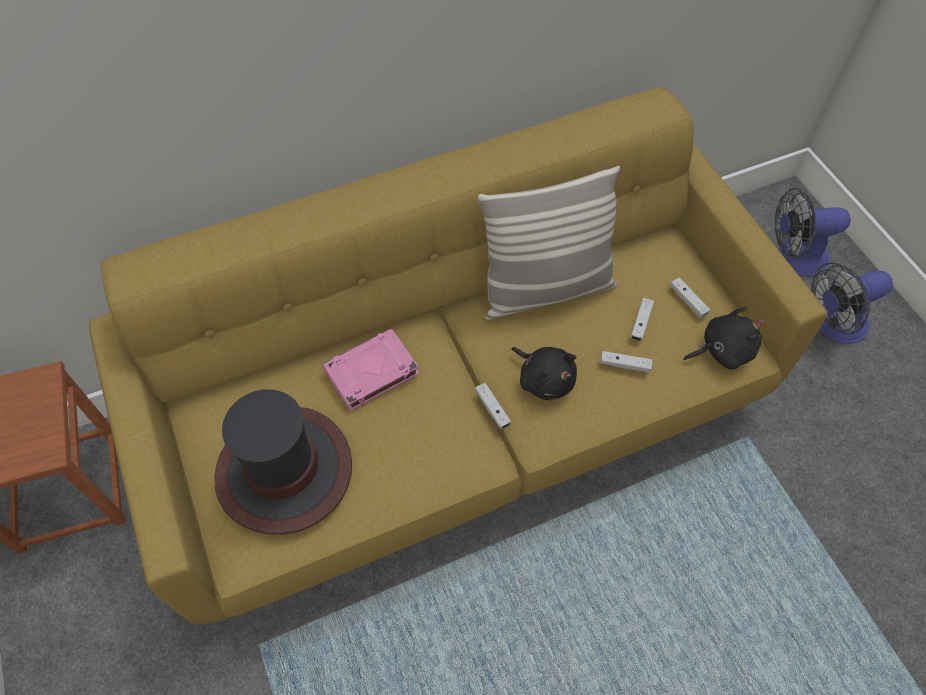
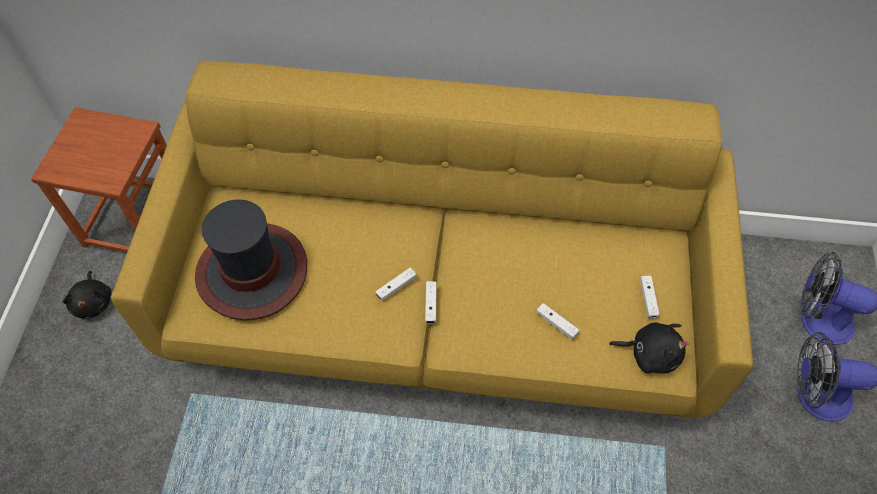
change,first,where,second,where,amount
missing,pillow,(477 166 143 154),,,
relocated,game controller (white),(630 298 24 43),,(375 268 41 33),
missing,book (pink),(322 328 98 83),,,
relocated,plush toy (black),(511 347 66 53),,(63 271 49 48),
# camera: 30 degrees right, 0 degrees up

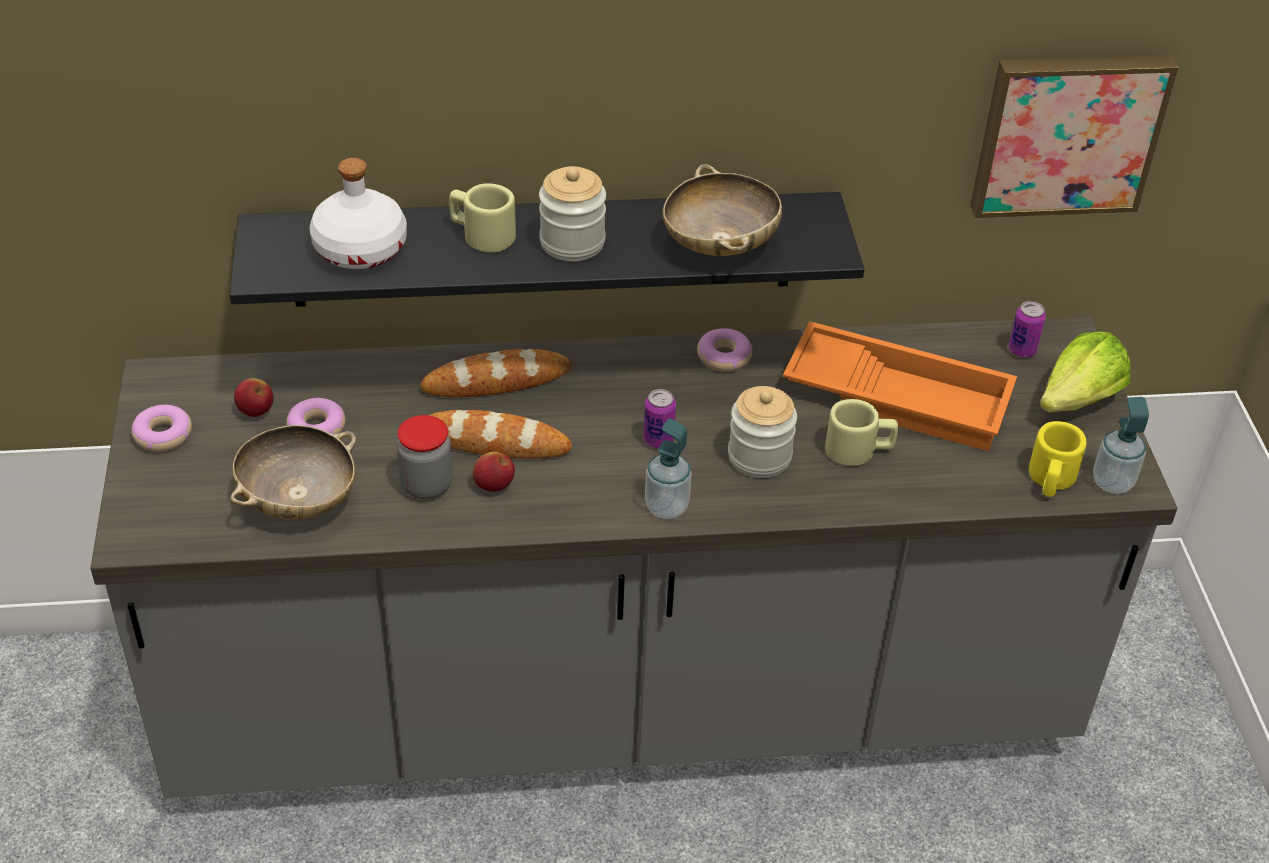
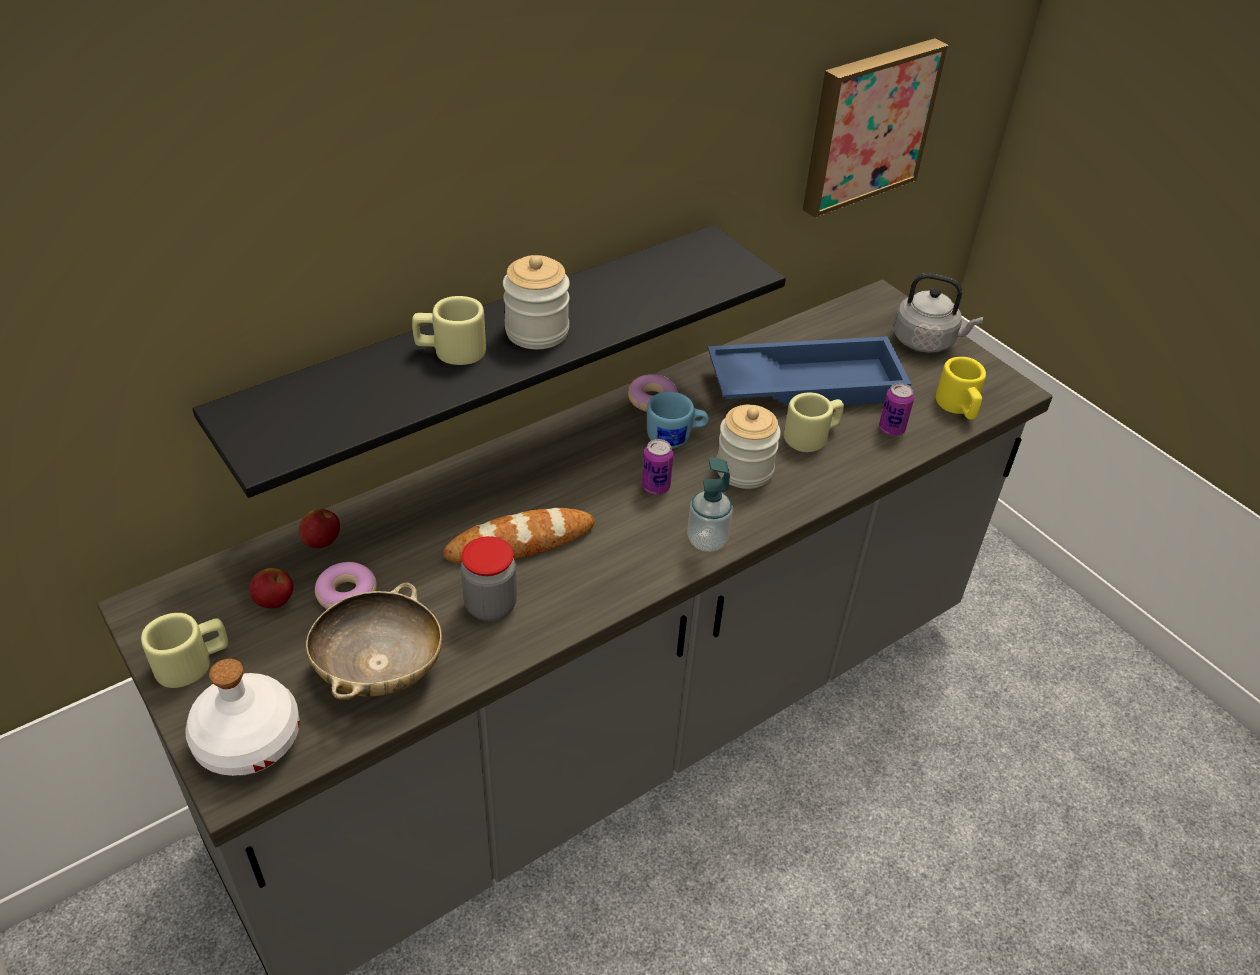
change,first,where,second,where,amount
relocated,bottle (white),(310 158 97 111),,(185 658 115 118),
missing,bowl (beige),(662 164 120 92),,,
relocated,can,(1008 301 38 57),,(879 383 35 53),
colour,tray (orange),(783 321 234 130),tray (blue),(708 336 203 70),
exchanged,lettuce,(1040 331 90 81),kettle (grey),(894 273 89 80),
missing,bread,(420 349 152 48),,,
missing,soap dispenser,(1093 397 56 97),,,
exchanged,donut,(131 405 61 47),mug (beige),(141 613 87 75),
relocated,apple,(473 452 42 40),,(299 509 41 39),
appeared,,,mug (blue),(647 392 62 57),
# camera: 30 degrees left, 0 degrees up

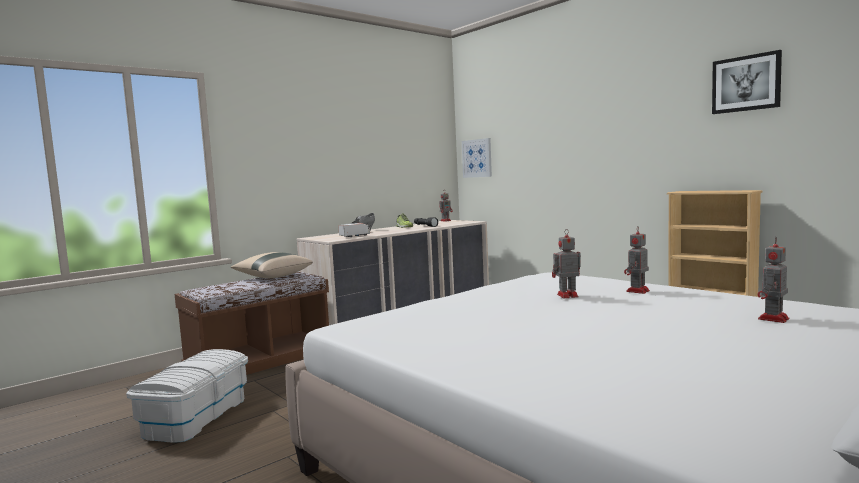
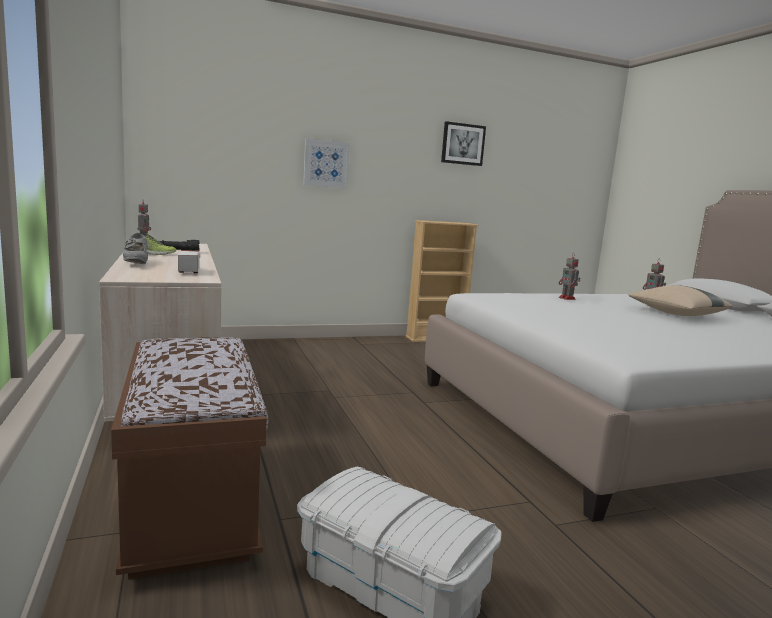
change,first,where,second,where,amount
relocated,picture,(462 138 30 40),,(303 138 47 51),
missing,toy robot,(552 231 29 67),,,
relocated,pillow (beige),(231 252 82 26),,(629 285 103 31),
# camera: 70 degrees left, 5 degrees up

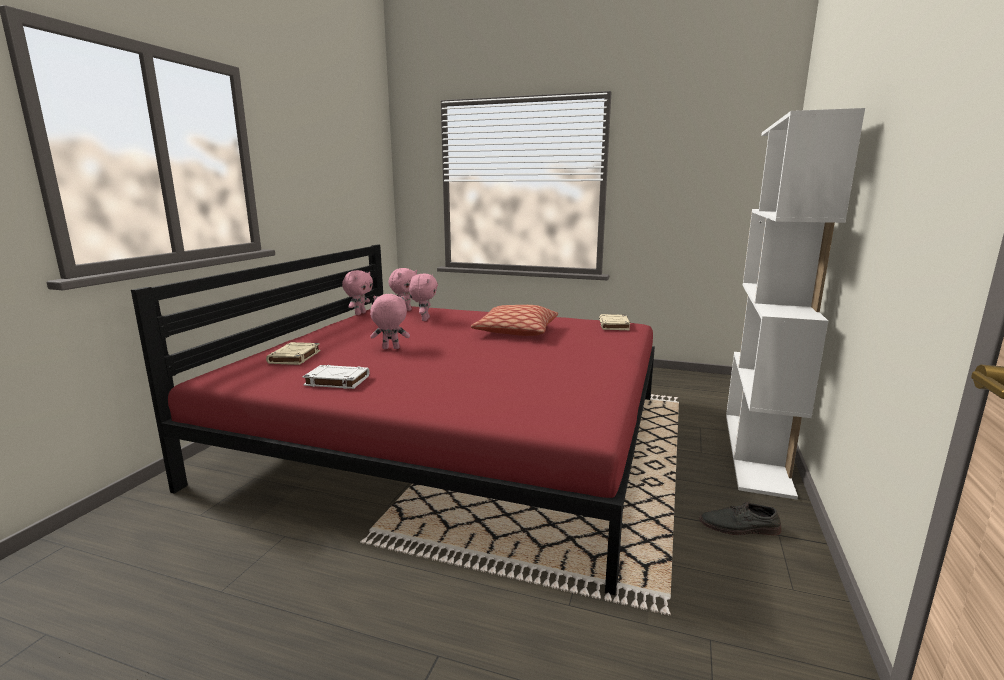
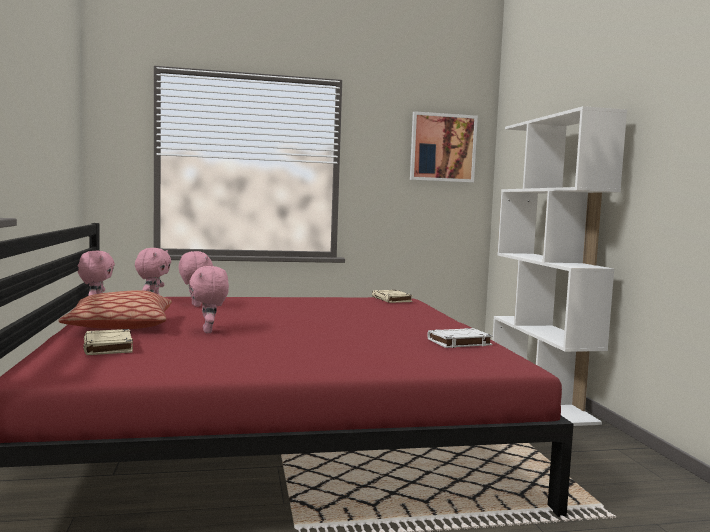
change,first,where,second,where,amount
spun,plush toy (pink),(370 294 40 55),,(189 266 40 67),75 degrees counterclockwise
relocated,pillow,(471 305 87 31),,(58 290 114 39),
relocated,book (white),(303 365 66 24),,(427 328 66 20),
missing,shoe (grey),(699 500 82 35),,,
appeared,,,picture,(410 111 68 72),
# camera: 30 degrees left, 10 degrees down

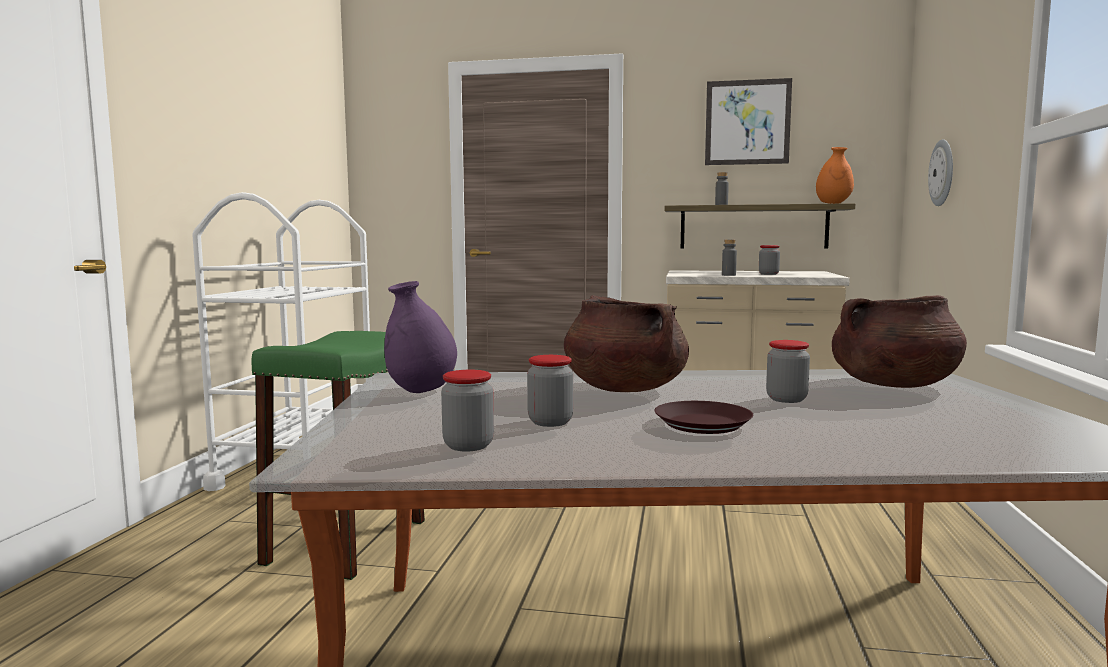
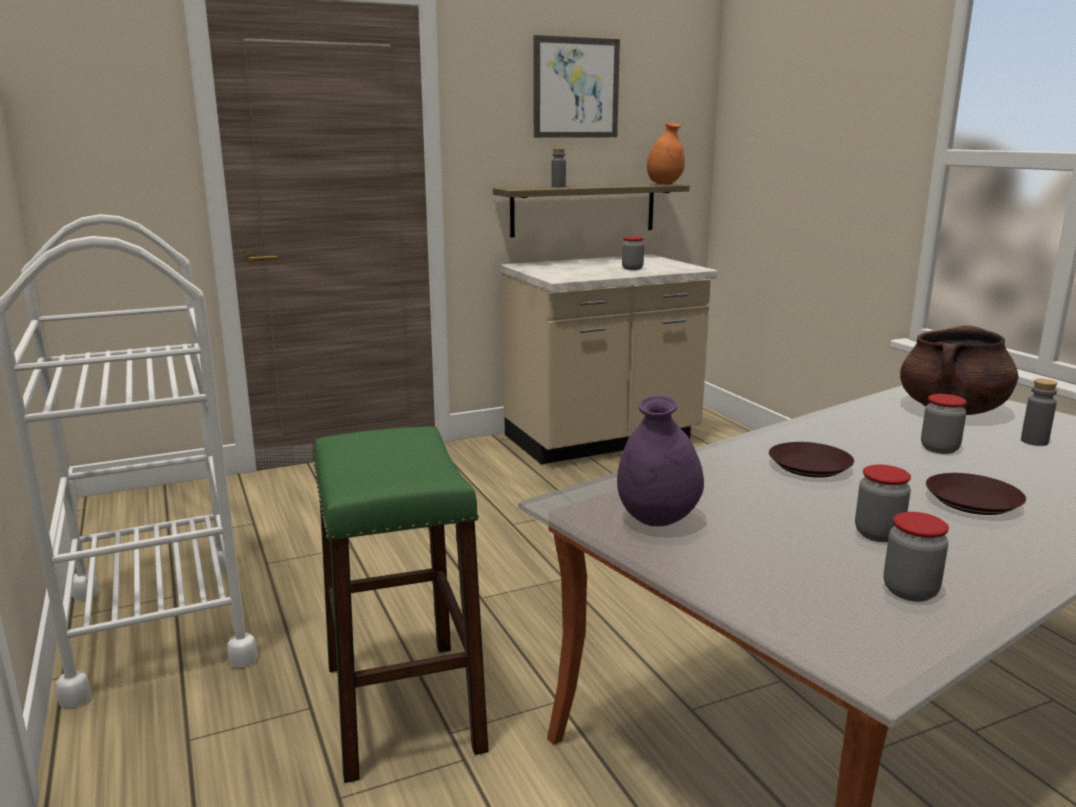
change,first,where,second,where,amount
missing,wall clock,(928 139 25 67),,,
relocated,bottle (grey),(722 239 15 37),,(1021 379 37 67),
exchanged,cooking pot (brown),(564 295 125 97),plate (brown),(769 442 85 36),
# camera: 35 degrees left, 10 degrees up

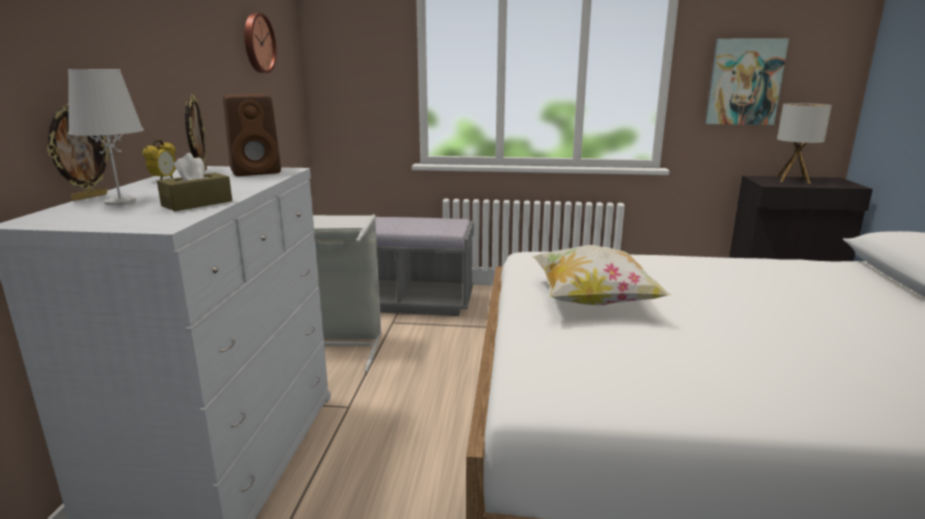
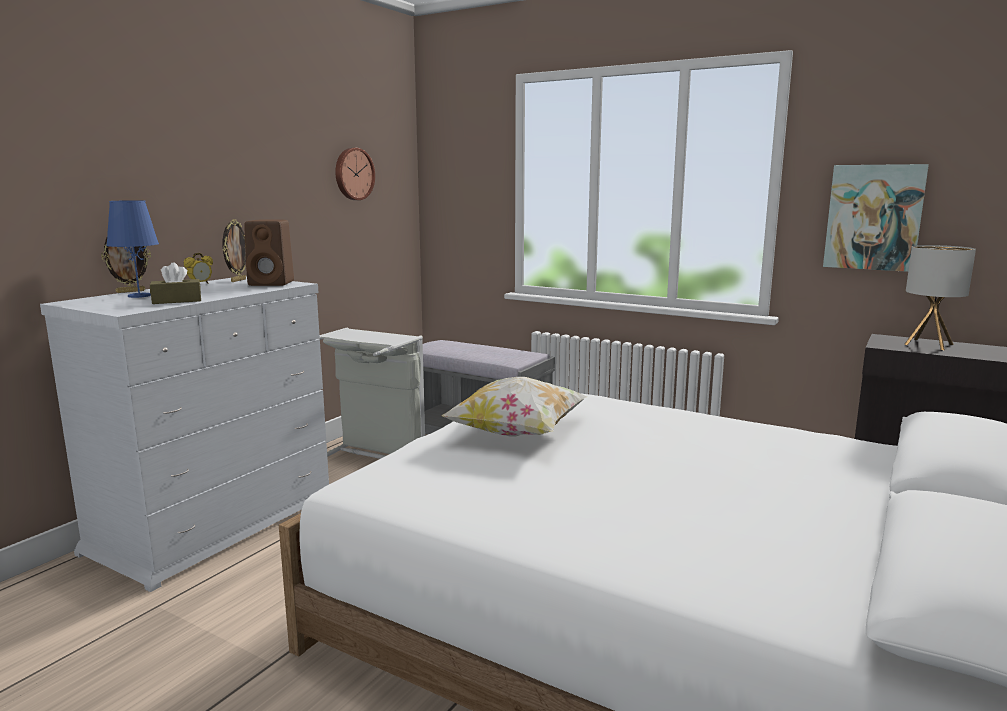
change,first,where,second,where,amount
colour,table lamp (white),(68 69 76 136),table lamp (blue),(106 200 53 98),
# camera: 25 degrees right, 5 degrees down

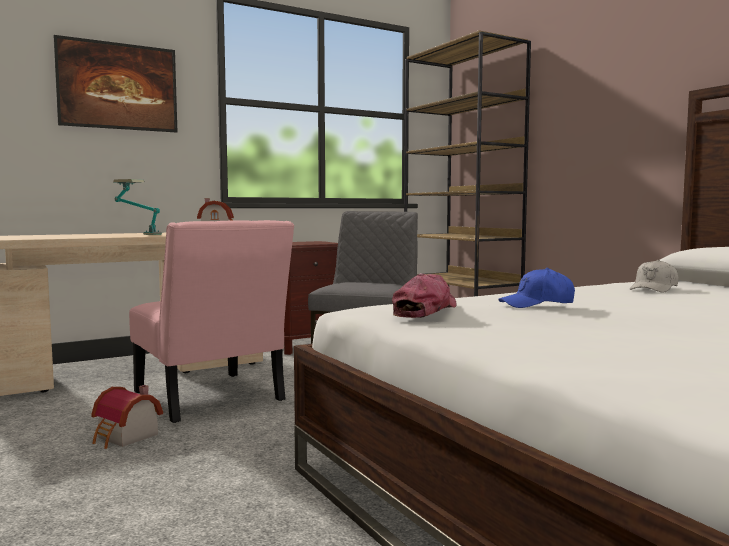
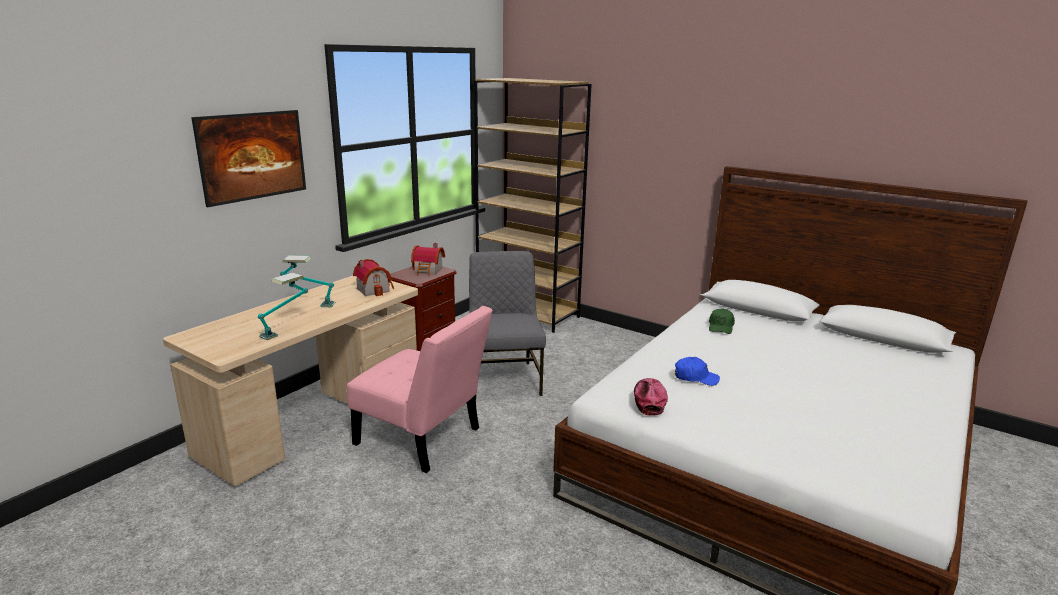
change,first,where,second,where,amount
colour,cap (white),(629 260 50 33),cap (green),(709 309 26 25),
spun,cap (blue),(498 268 77 40),,(675 357 45 29),135 degrees counterclockwise
relocated,toy house,(91 385 72 64),,(411 243 34 33),
appeared,,,table lamp,(258 272 50 68),
# camera: 25 degrees left, 15 degrees up

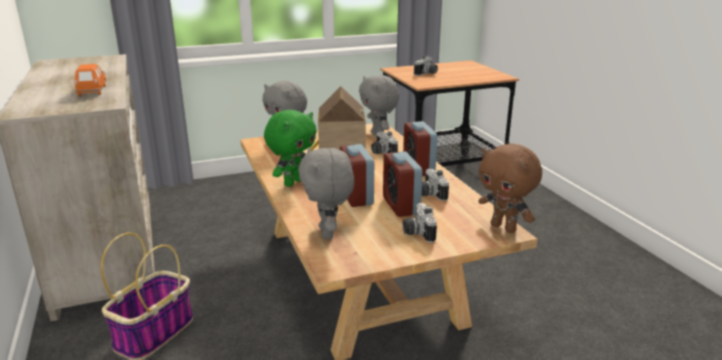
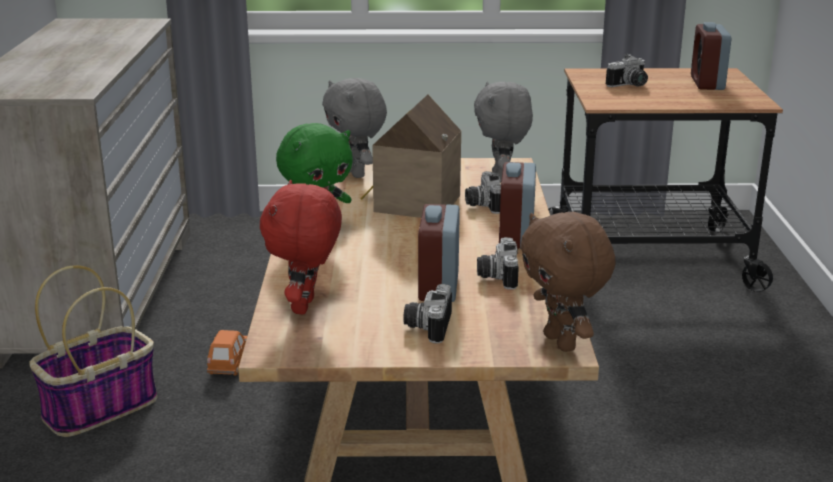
change,first,where,second,where,amount
relocated,toy car (orange),(74 64 32 32),,(207 330 40 46),
relocated,alarm clock,(340 144 34 63),,(691 22 40 68),
colour,plush toy (grey),(298 147 56 92),plush toy (red),(260 180 82 134),
# camera: 20 degrees right, 0 degrees up

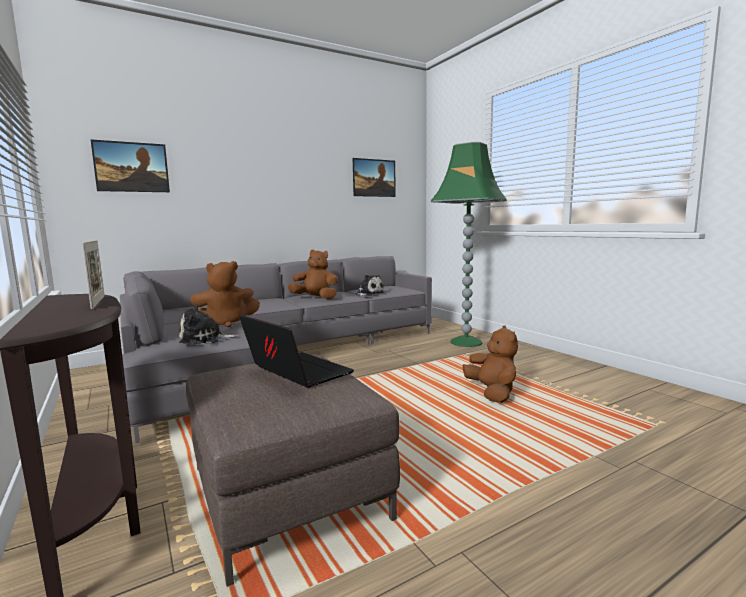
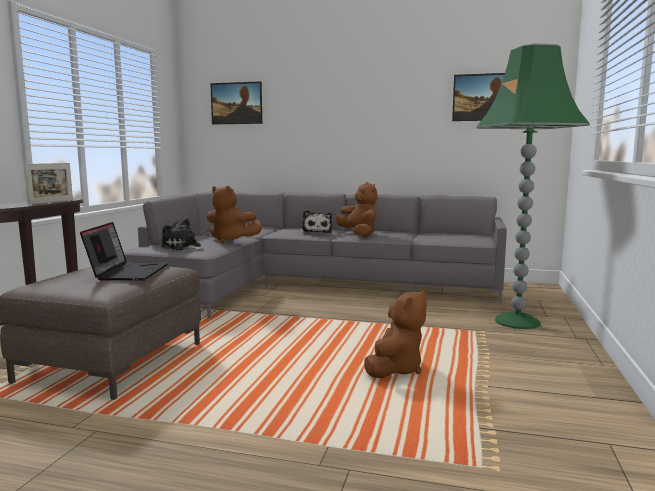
change,first,where,second,where,amount
relocated,plush toy,(353 275 31 21),,(302 210 30 24),
# camera: 45 degrees right, 0 degrees up

